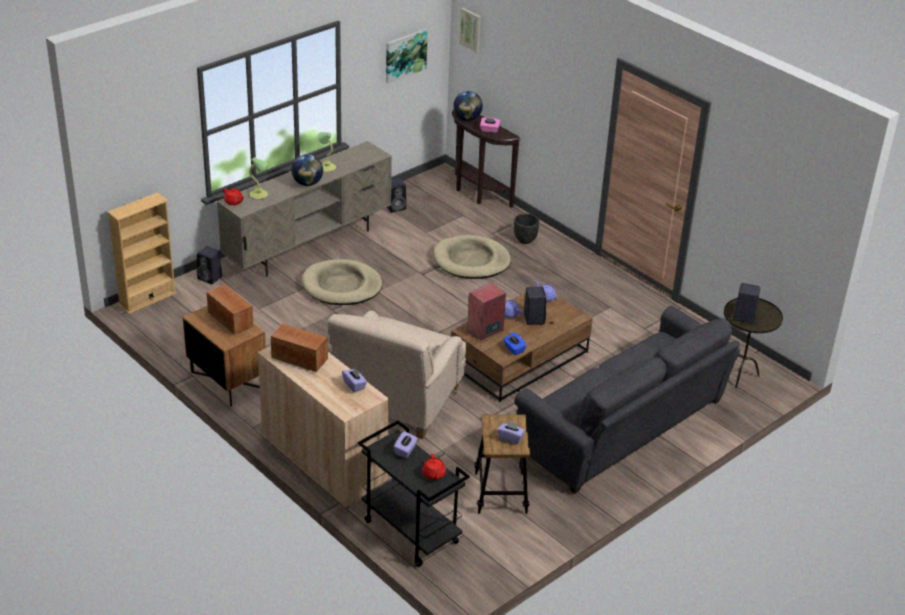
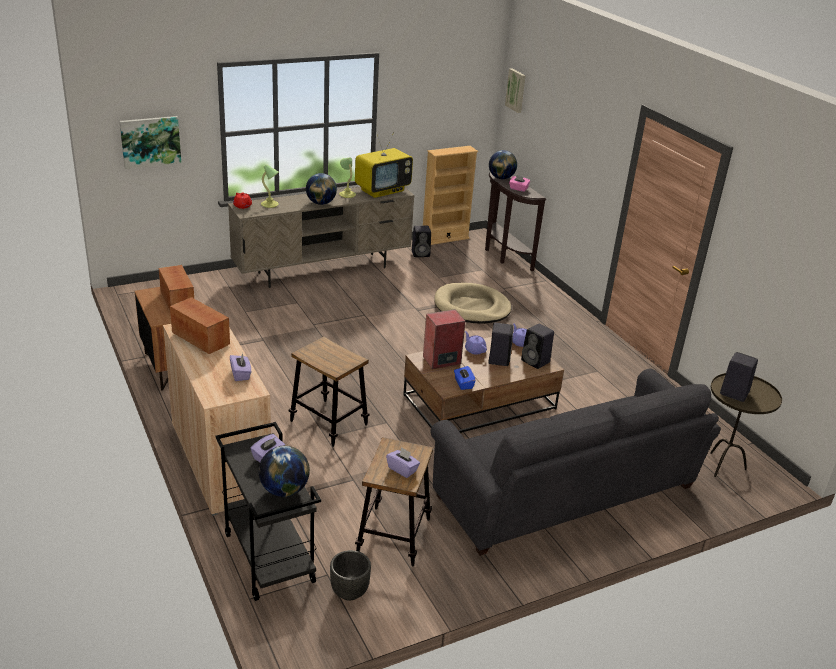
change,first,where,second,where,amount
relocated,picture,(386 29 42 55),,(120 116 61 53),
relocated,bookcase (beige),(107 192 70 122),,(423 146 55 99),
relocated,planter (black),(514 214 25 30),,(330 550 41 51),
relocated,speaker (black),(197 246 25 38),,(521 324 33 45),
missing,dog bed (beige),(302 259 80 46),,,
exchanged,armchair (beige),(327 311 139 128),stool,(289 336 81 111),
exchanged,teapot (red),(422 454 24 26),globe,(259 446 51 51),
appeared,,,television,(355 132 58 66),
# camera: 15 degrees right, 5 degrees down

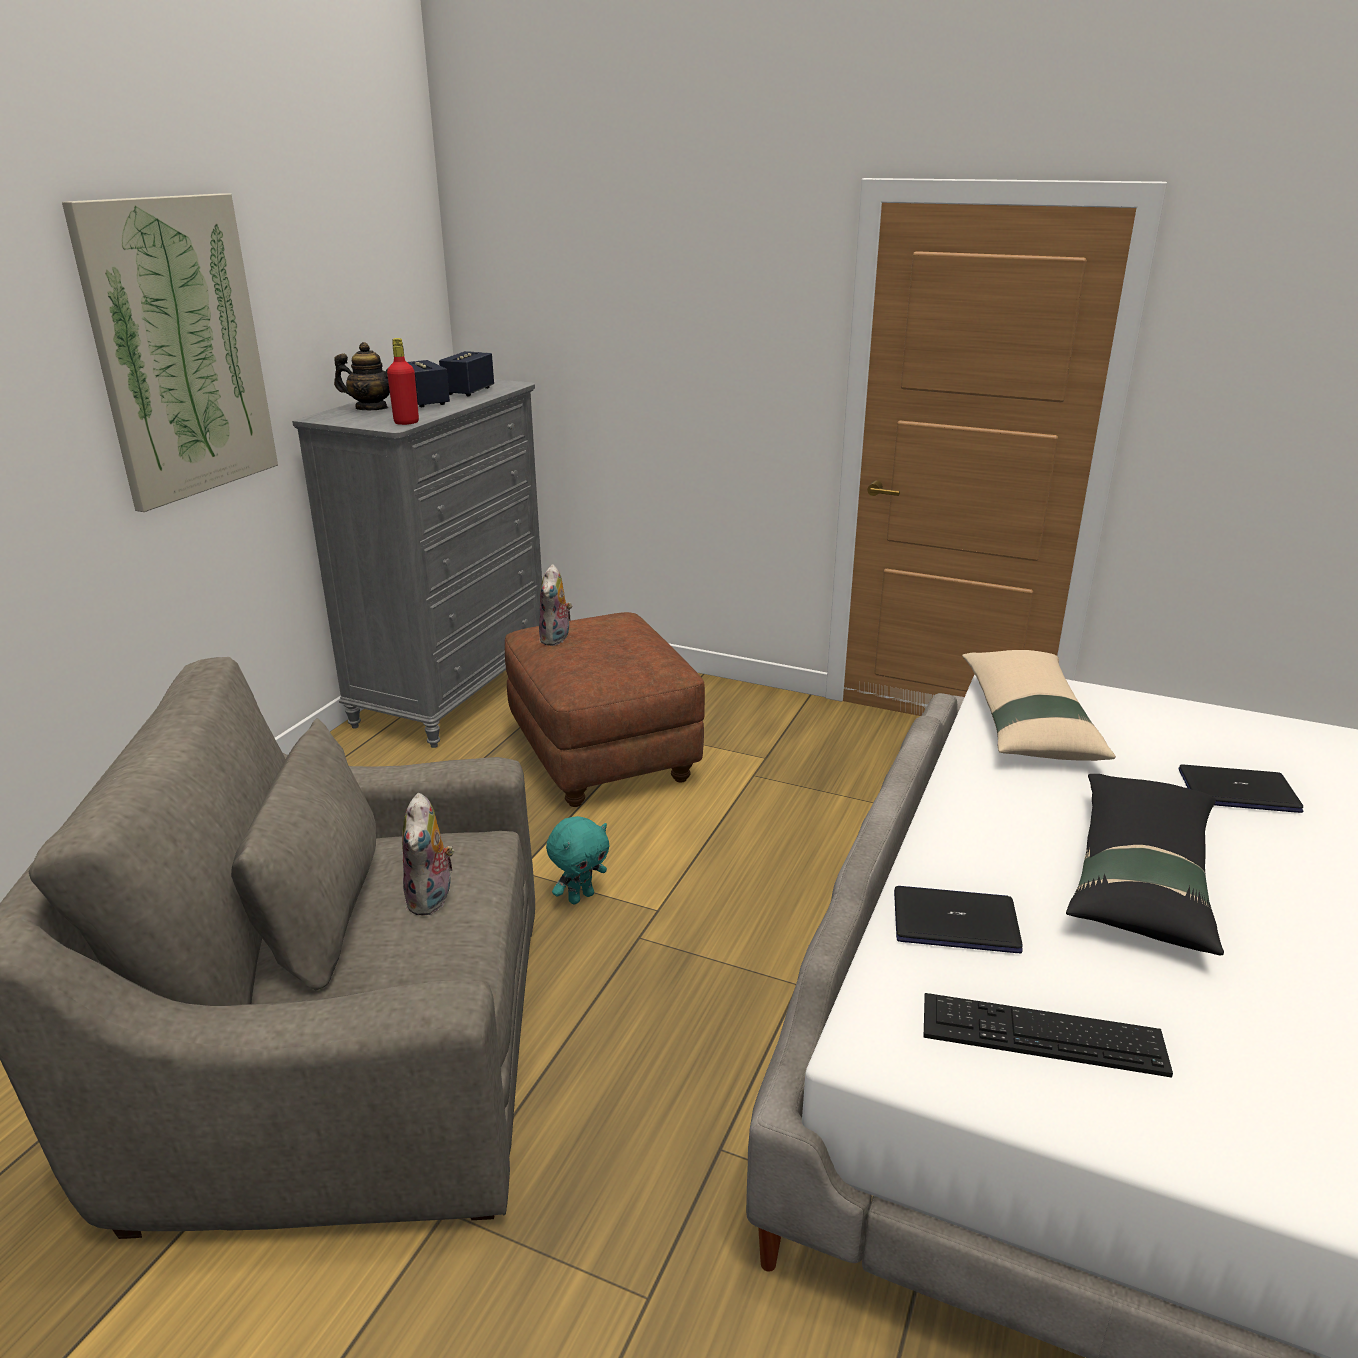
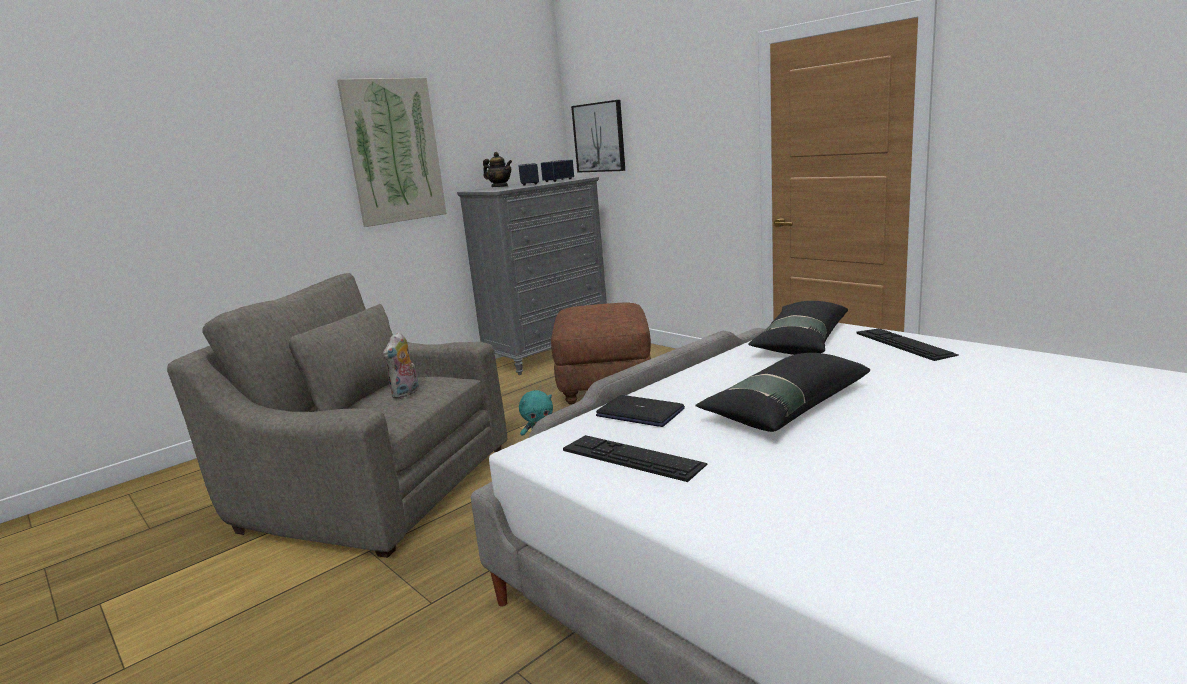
change,first,where,second,where,amount
missing,bottle (red),(387 338 32 87),,,
missing,plush toy,(539 564 33 82),,,
colour,pillow (beige),(962 650 154 111),pillow (black),(748 301 100 54),
missing,laptop,(1178 765 125 48),,,
appeared,,,picture,(571 100 54 73),
appeared,,,keyboard,(857 328 102 33),
# camera: 25 degrees right, 10 degrees down

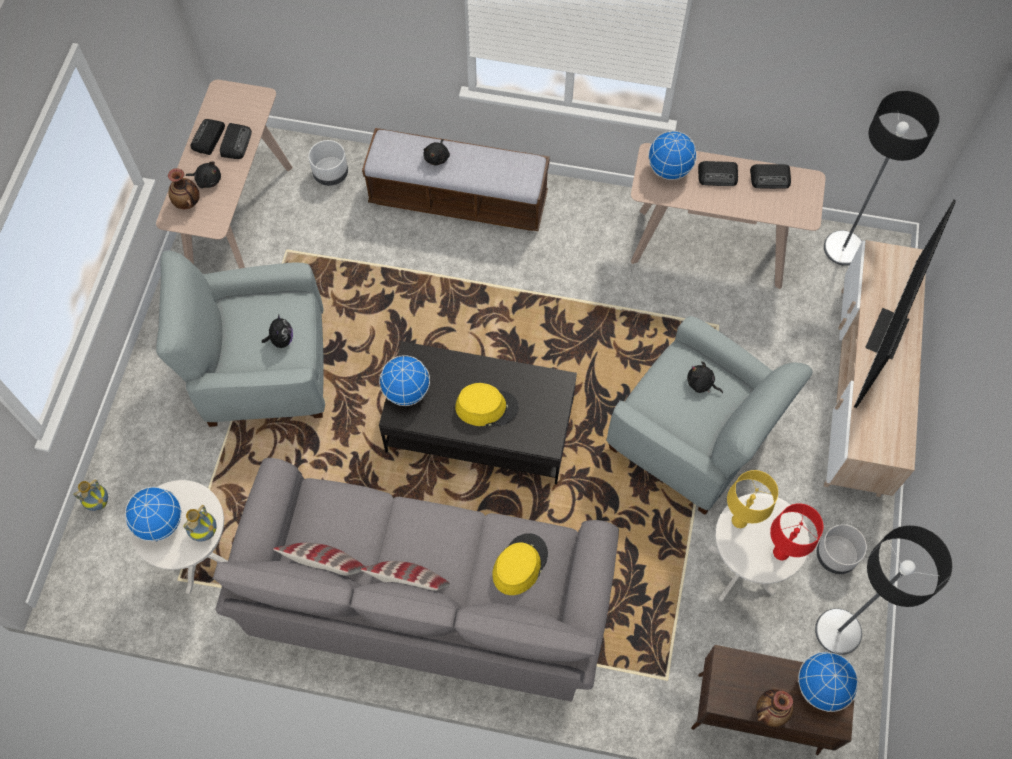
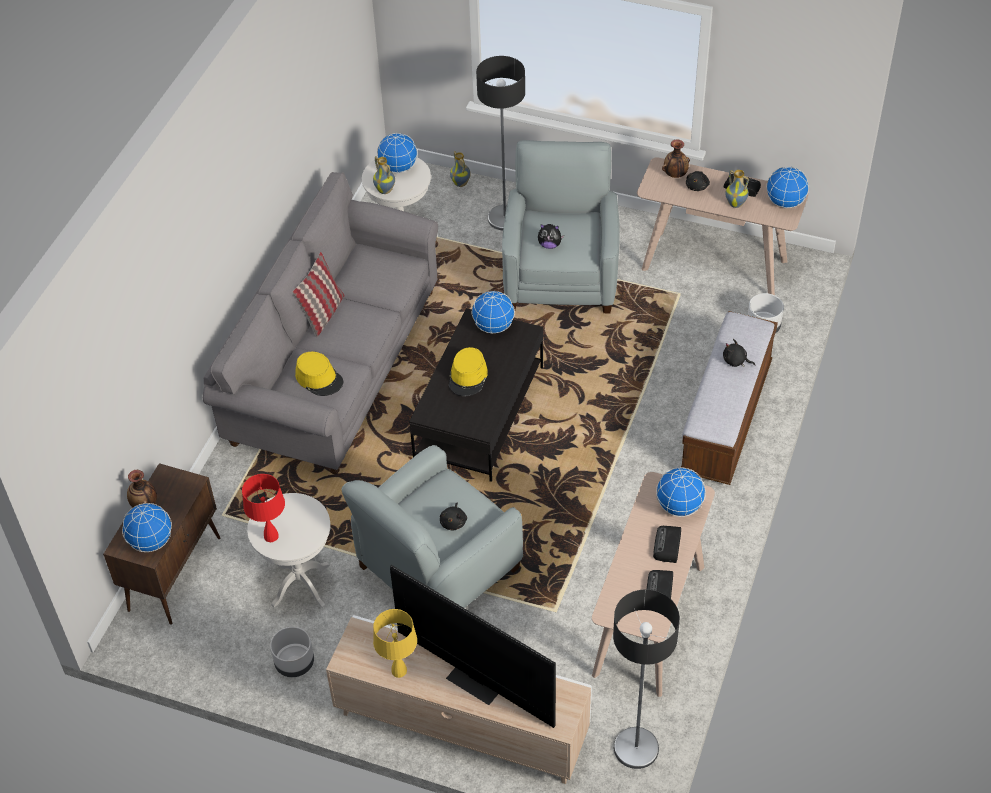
change,first,where,second,where,amount
exchanged,radio,(220 123 32 36),vase,(725 170 24 38),
spun,plush toy (black),(687 361 36 32),,(440 503 27 27),150 degrees clockwise
relocated,table lamp (yellow),(727 470 51 58),,(373 609 44 69),
relocated,floor lamp,(815 525 137 130),,(476 56 49 175),
missing,pillow,(273 543 92 33),,,
appeared,,,globe,(766 167 43 41),
# camera: 100 degrees right, 15 degrees down

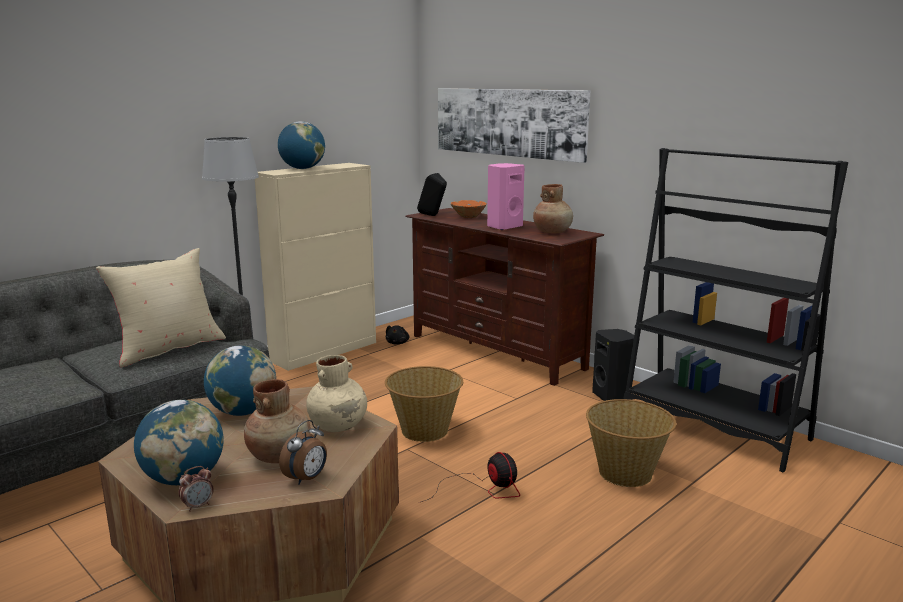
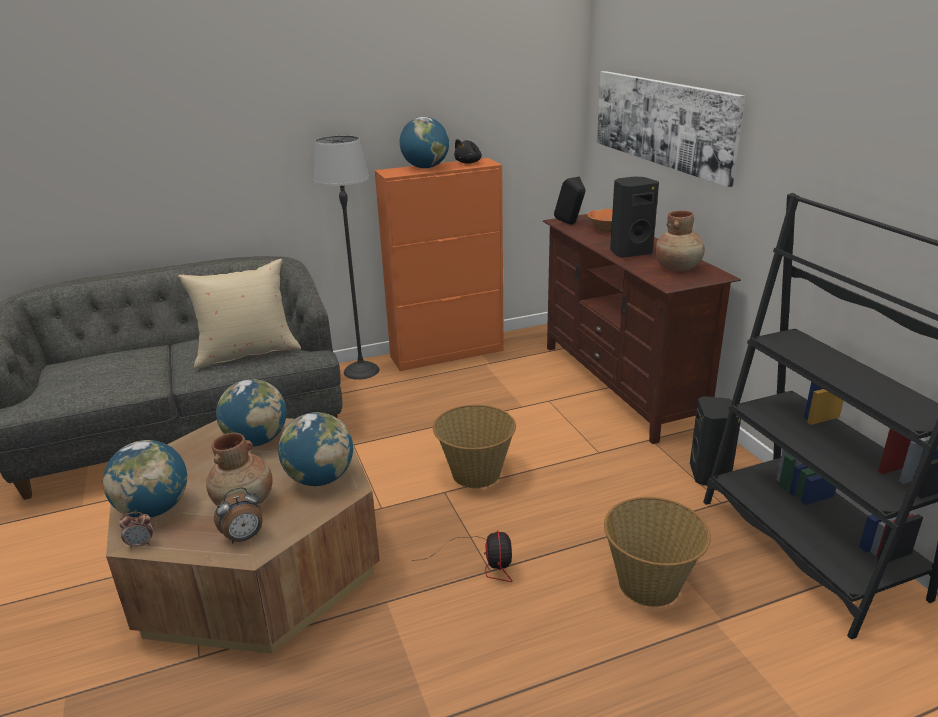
change,first,where,second,where,amount
colour,cabinet (beige),(255 163 121 208),cabinet (orange),(375 158 129 213),
colour,speaker (pink),(487 163 38 67),speaker (black),(610 177 49 81),
relocated,plush toy (black),(386 325 23 20),,(454 139 28 25),
exchanged,vase (beige),(306 355 61 77),globe,(278 412 75 74),
# camera: 25 degrees right, 10 degrees up

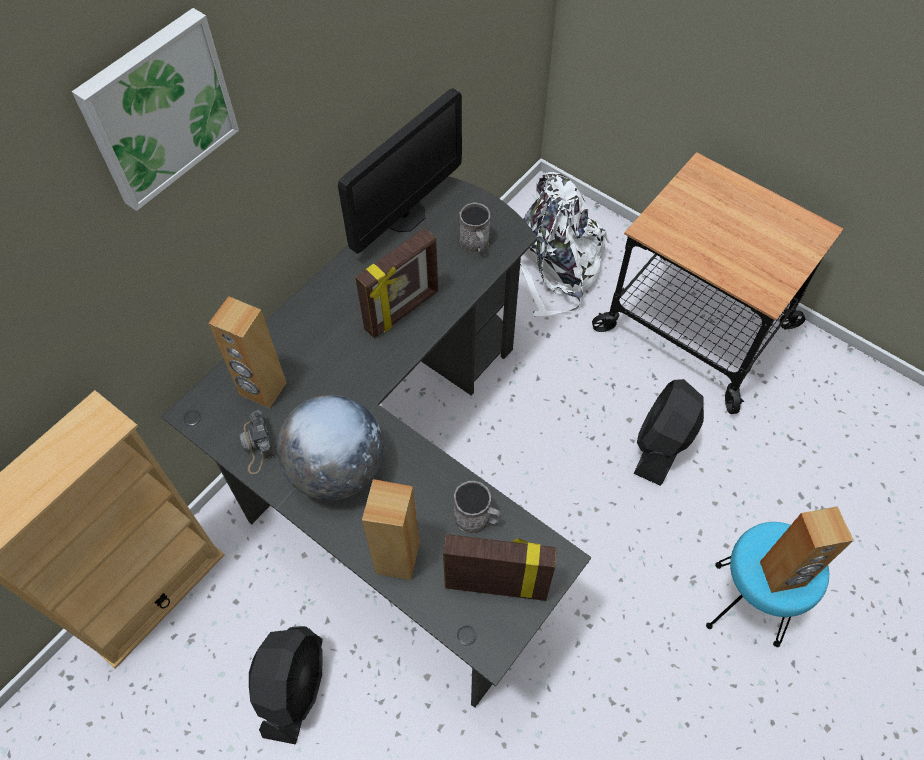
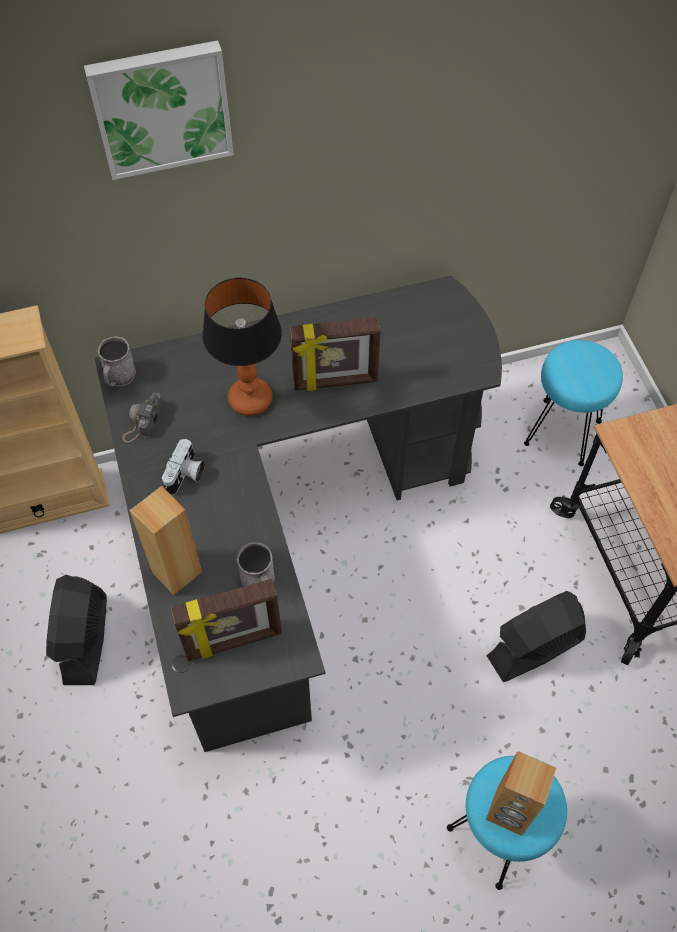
change,first,where,second,where,amount
missing,monitor,(338 88 124 166),,,
exchanged,backpack (white),(520 172 91 145),stool (turquoise),(524 340 99 126),
relocated,mug (grey),(460 202 30 51),,(98 336 38 51),
missing,speaker (brown),(208 296 79 112),,,
exchanged,globe,(277 395 107 105),photo camera,(162 439 43 56),
spun,picture frame,(443 534 114 67),,(171 579 111 82),120 degrees clockwise
spun,fan (black),(249 626 74 118),,(46 575 61 110),135 degrees clockwise
appeared,,,table lamp,(202 277 80 139),
# camera: 35 degrees right, 0 degrees up

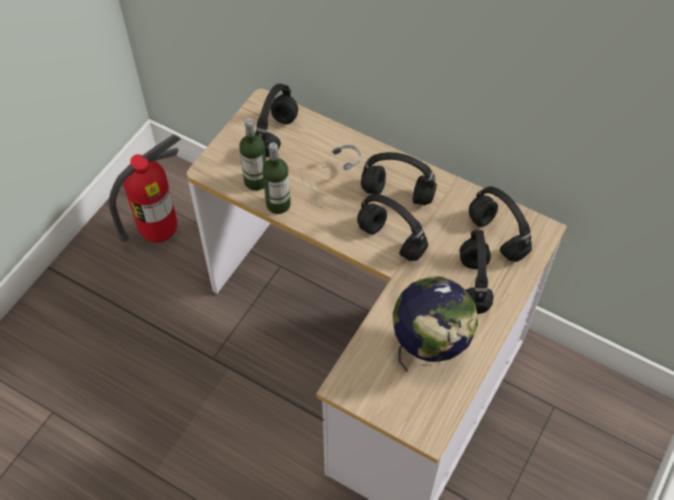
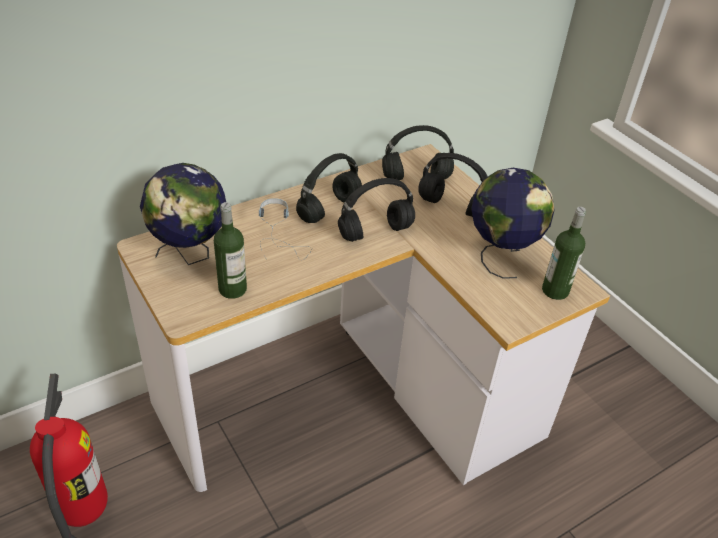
change,first,where,second,where,amount
exchanged,headphones (black),(255 83 43 74),globe,(140 163 86 102),
relocated,bottle,(262 143 29 71),,(542 207 44 93),
# camera: 65 degrees left, 15 degrees down

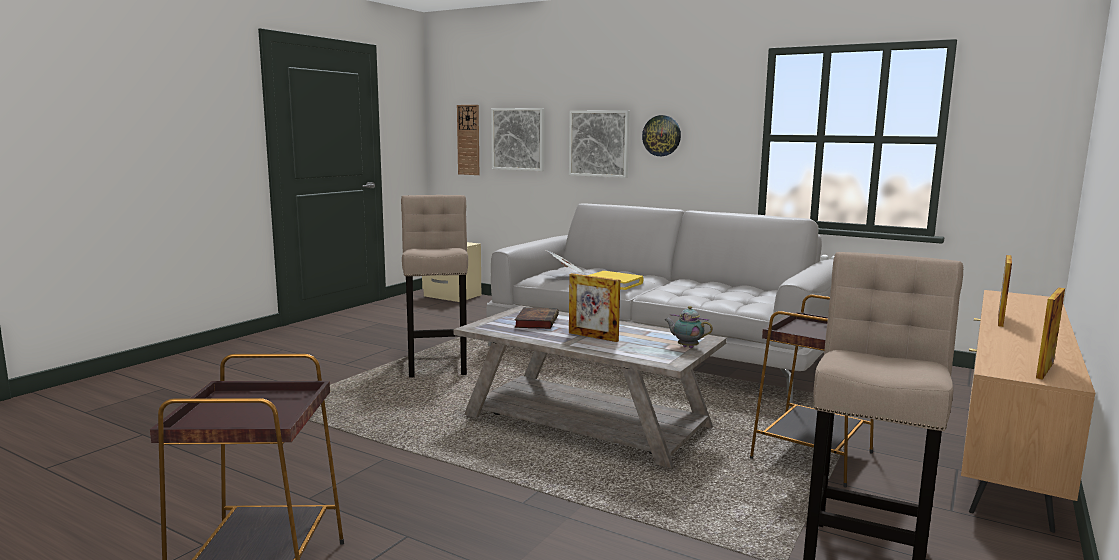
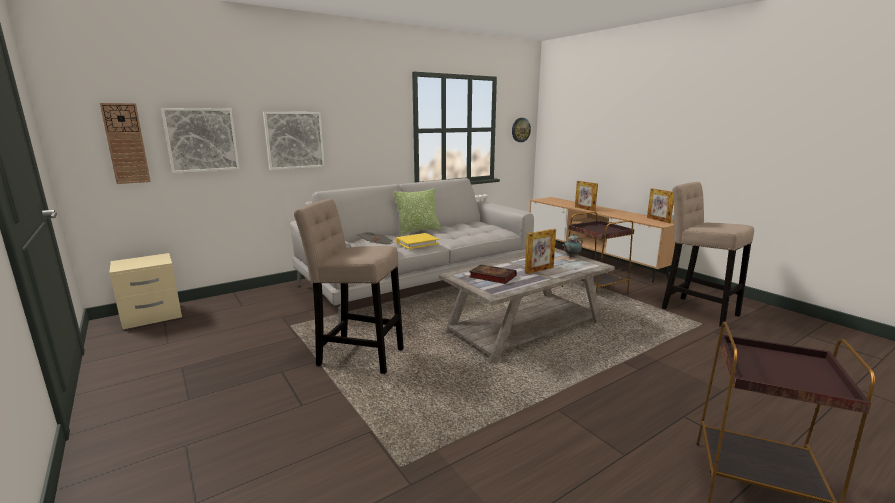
change,first,where,second,where,amount
relocated,wall clock,(642 115 39 41),,(512 118 19 24),
appeared,,,pillow,(394 188 47 47),
# camera: 65 degrees left, 5 degrees up

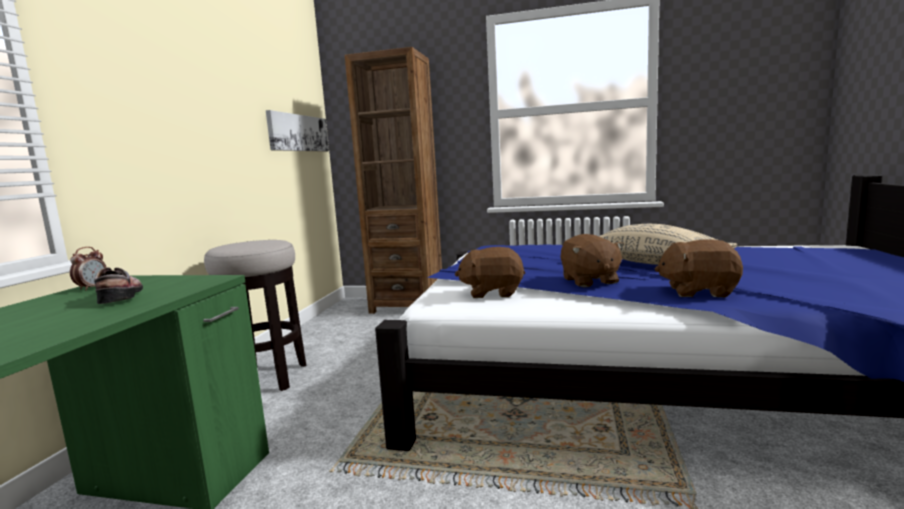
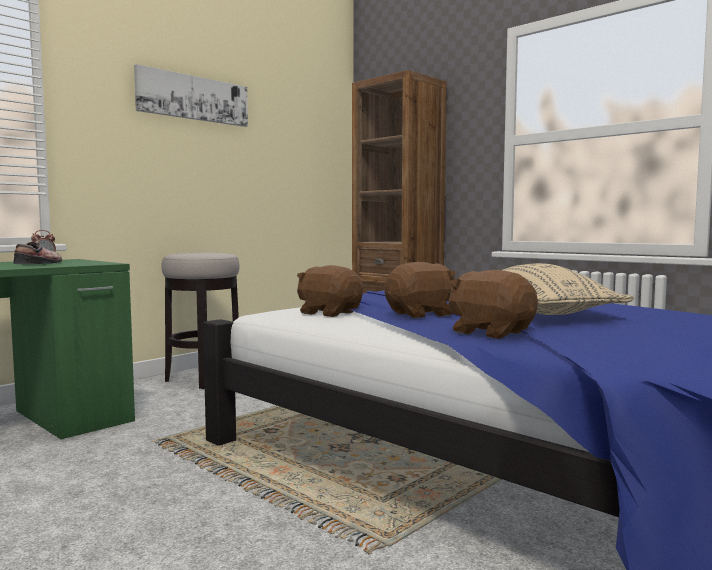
change,first,where,second,where,amount
relocated,picture,(266 110 63 42),,(134 64 114 63),
spun,plush toy (brown),(560 234 64 53),,(385 262 71 56),135 degrees counterclockwise
# camera: 30 degrees right, 5 degrees down

